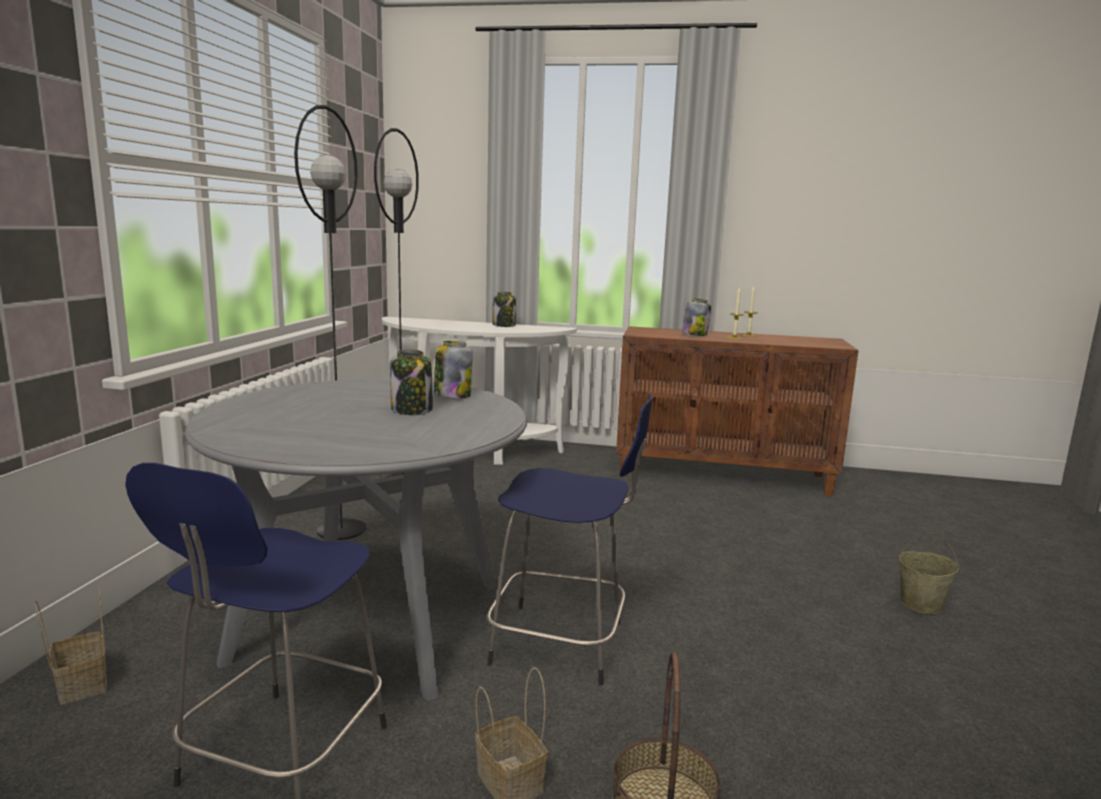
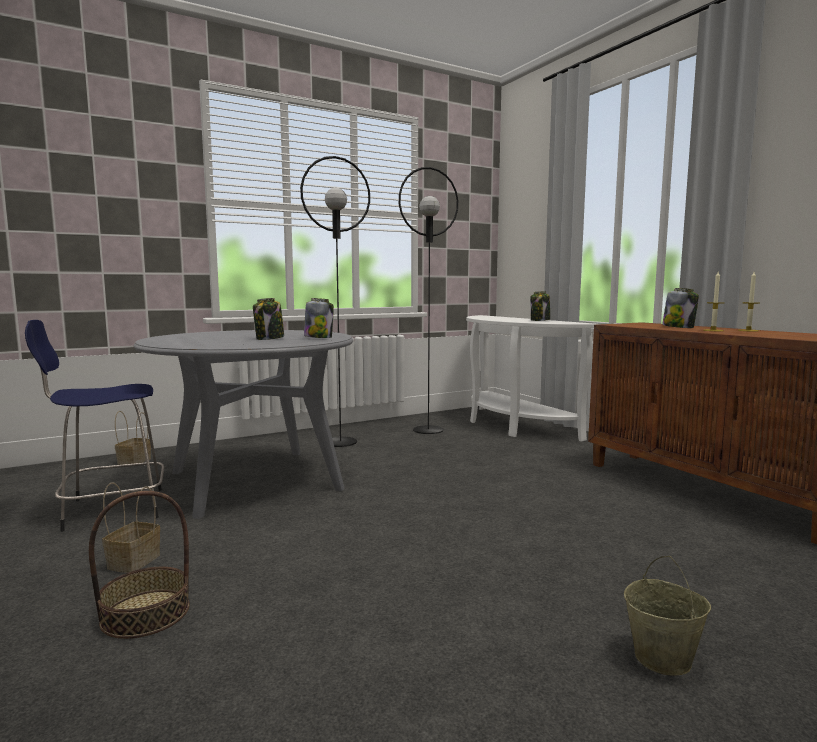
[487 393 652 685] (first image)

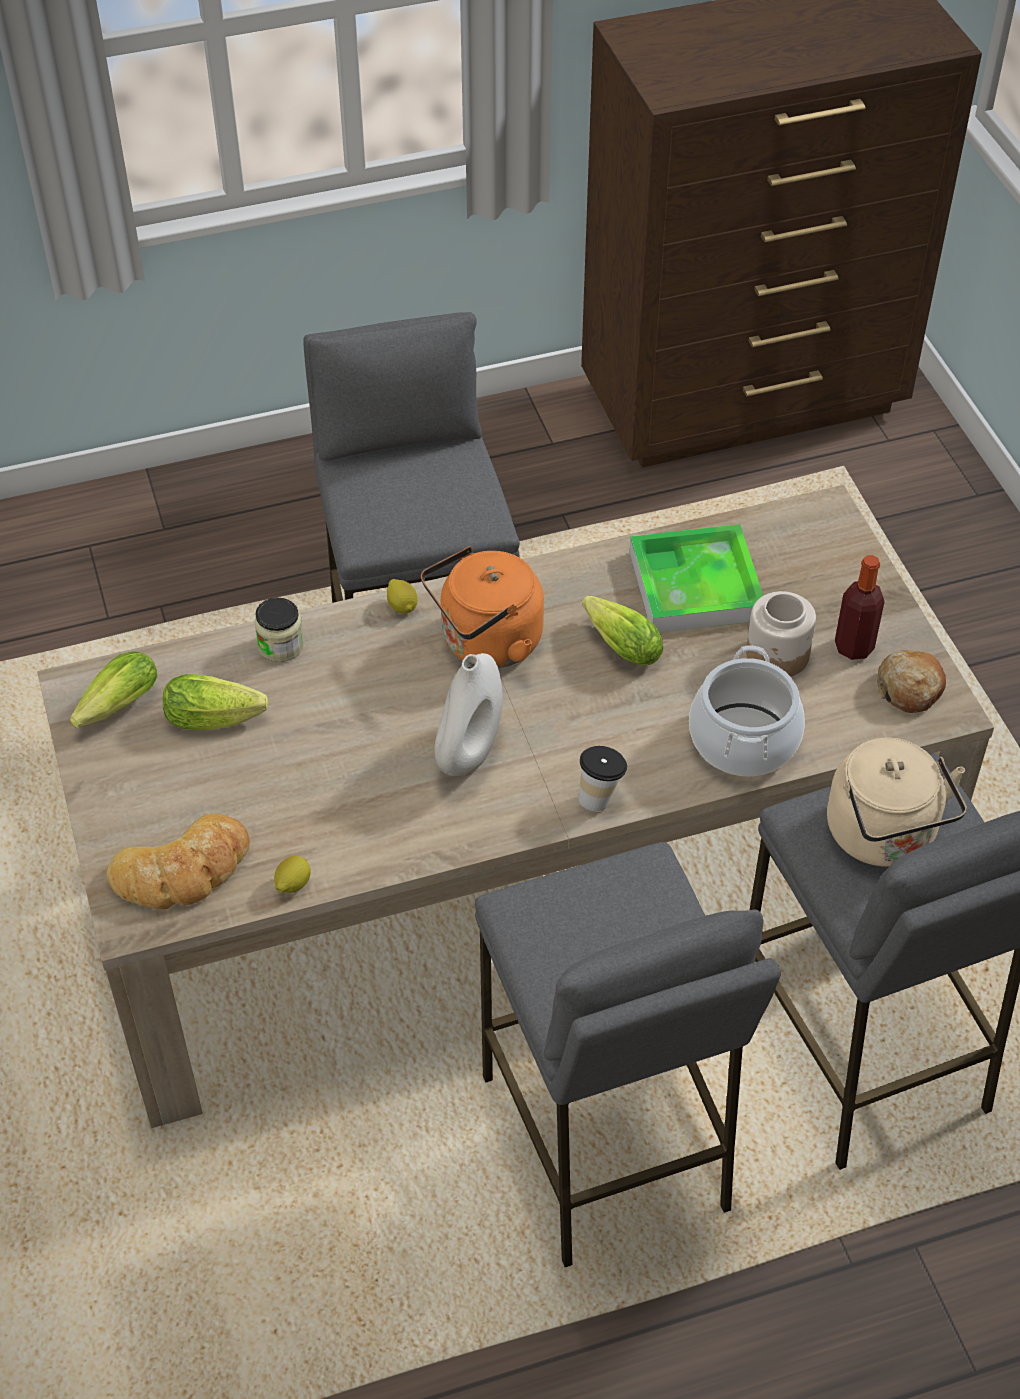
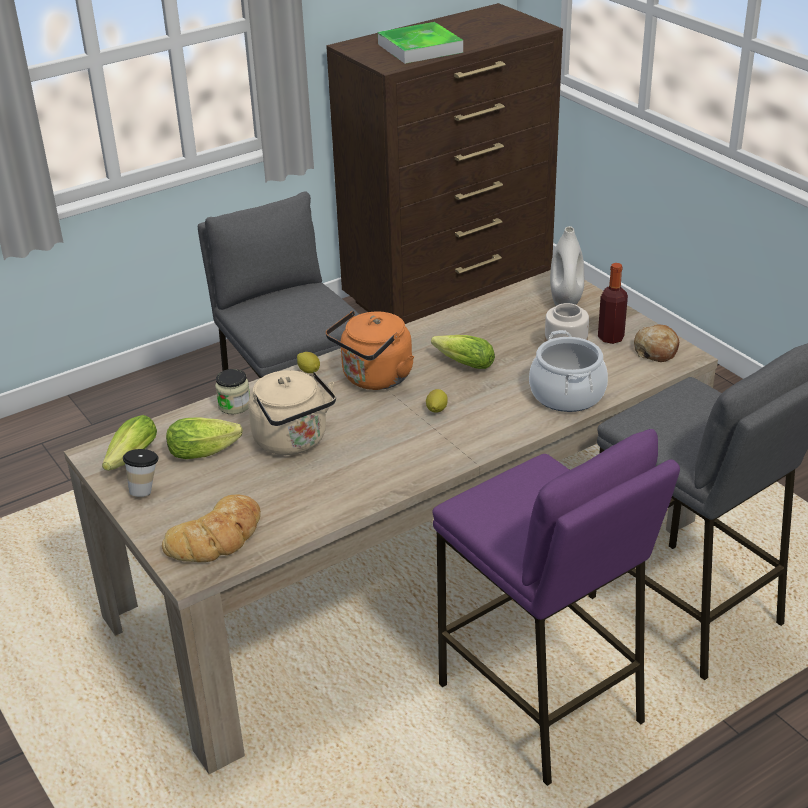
[378 22 463 64]
[550 226 584 306]
[248 370 336 455]
[123 449 158 497]
[432 429 680 786]
[426 389 448 413]

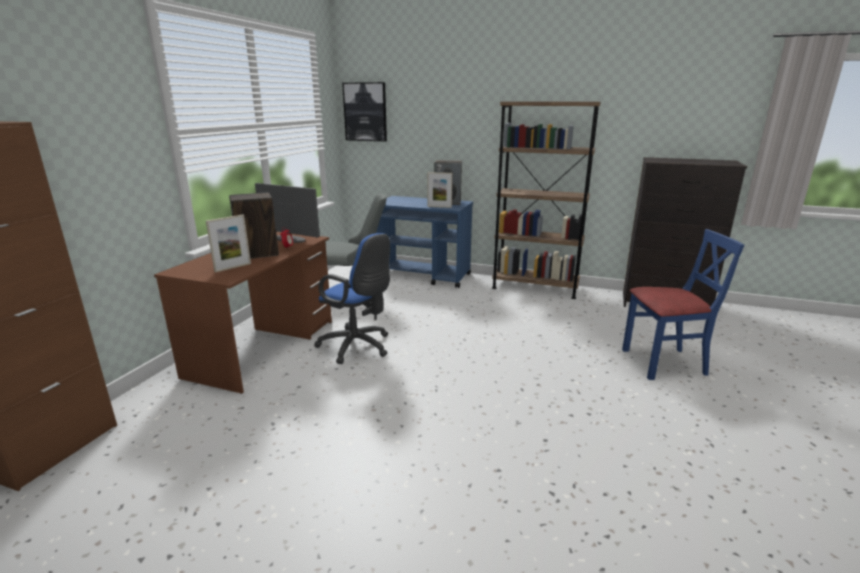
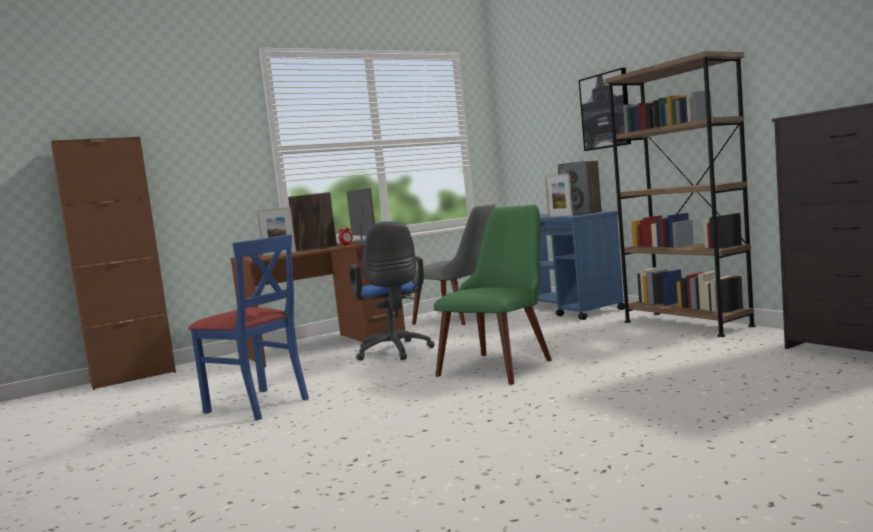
[579 68 631 151]
[188 234 309 420]
[434 205 552 385]

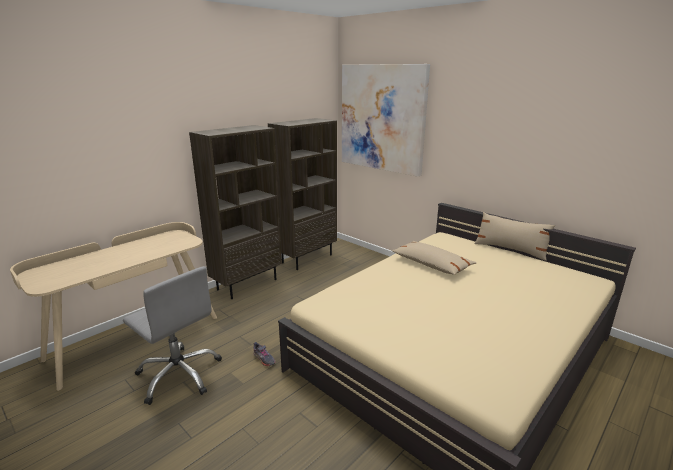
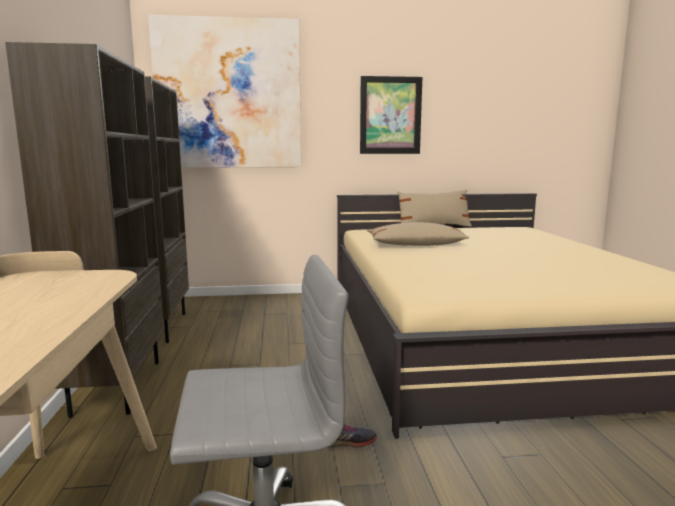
[360 76 422 154]

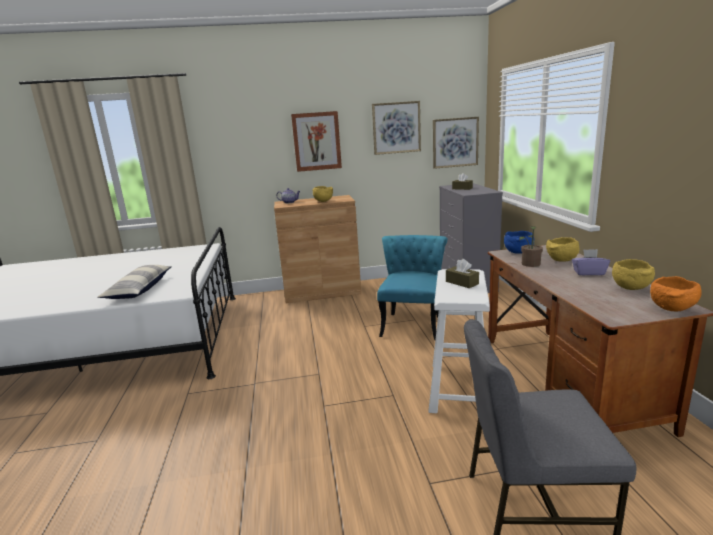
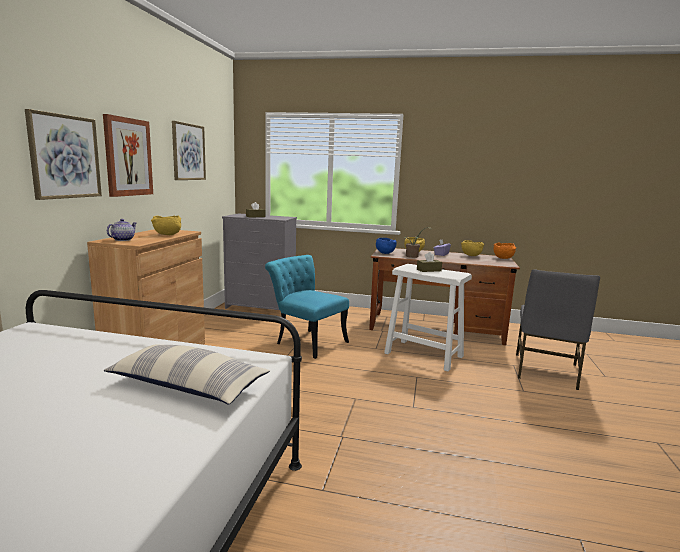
[25 109 102 200]

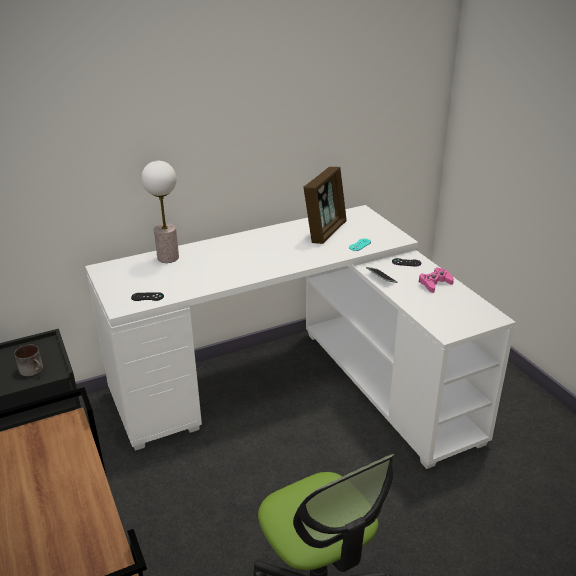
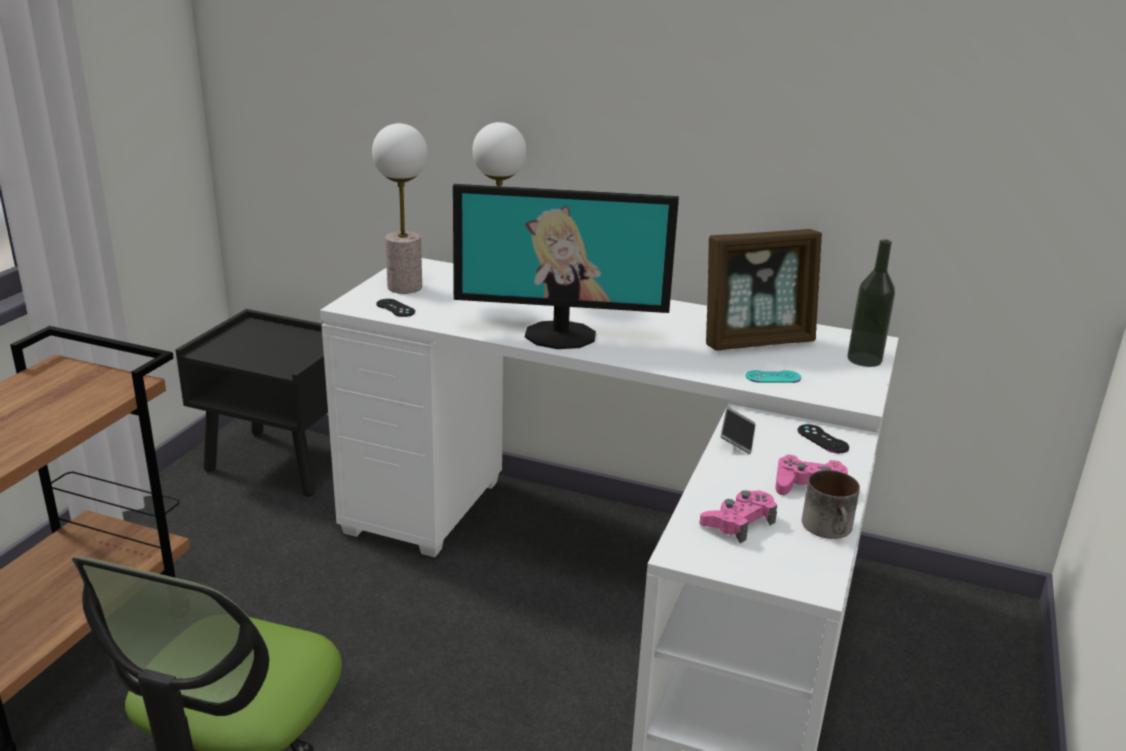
[802 470 860 539]
[372 123 428 294]
[453 184 679 349]
[848 239 895 367]
[699 490 777 543]

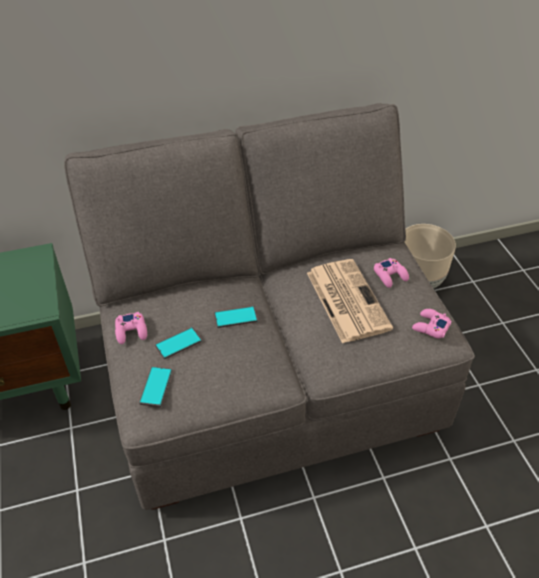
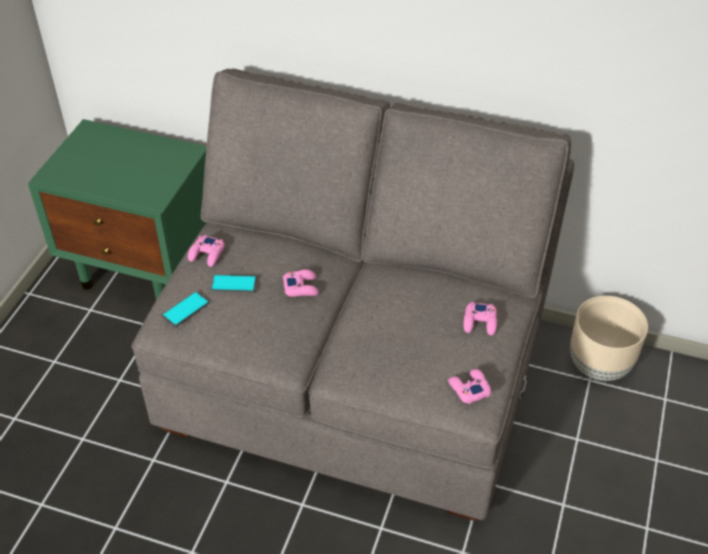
[307 259 393 344] (first image)
[283 269 319 297]

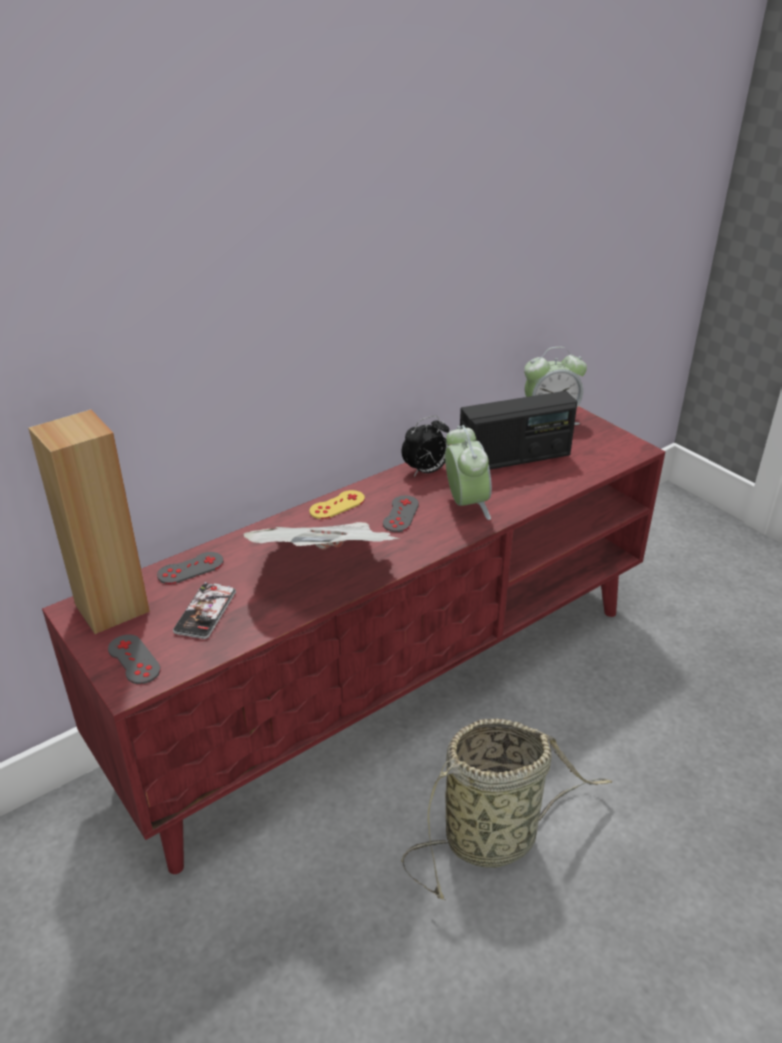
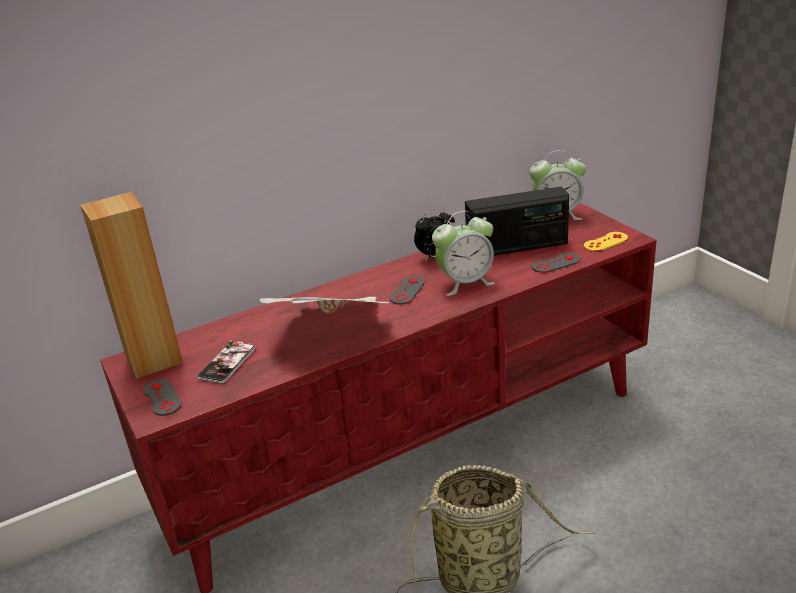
[432 211 495 296]
[584 232 628 252]
[532 253 580 273]

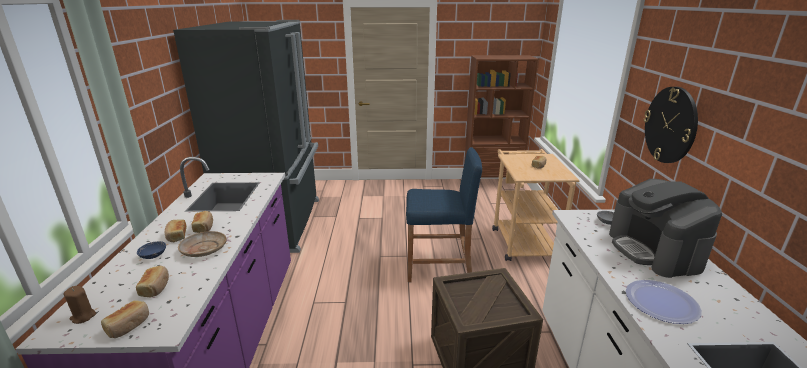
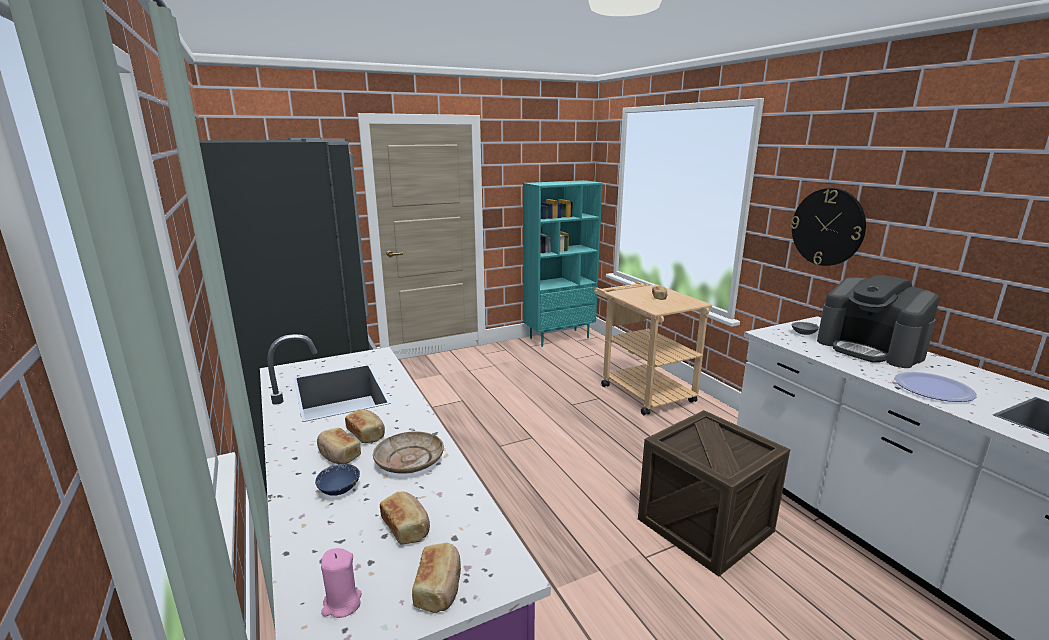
[523 180 603 347]
[406 147 482 282] (first image)
[321 548 362 618]

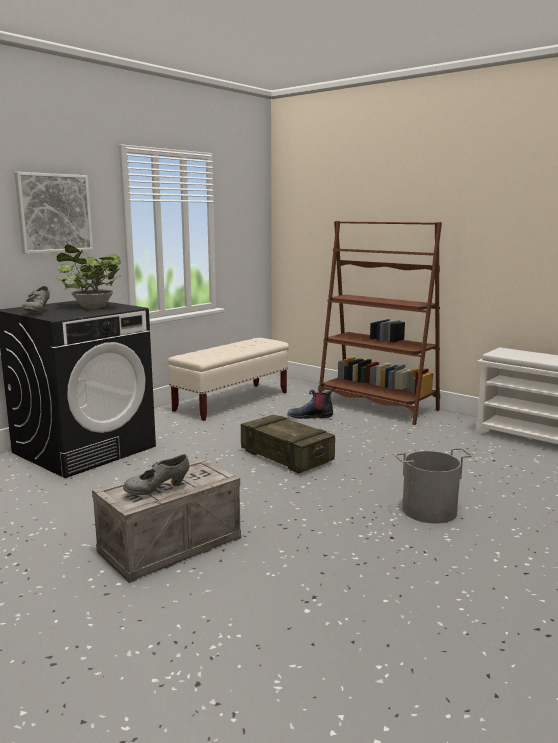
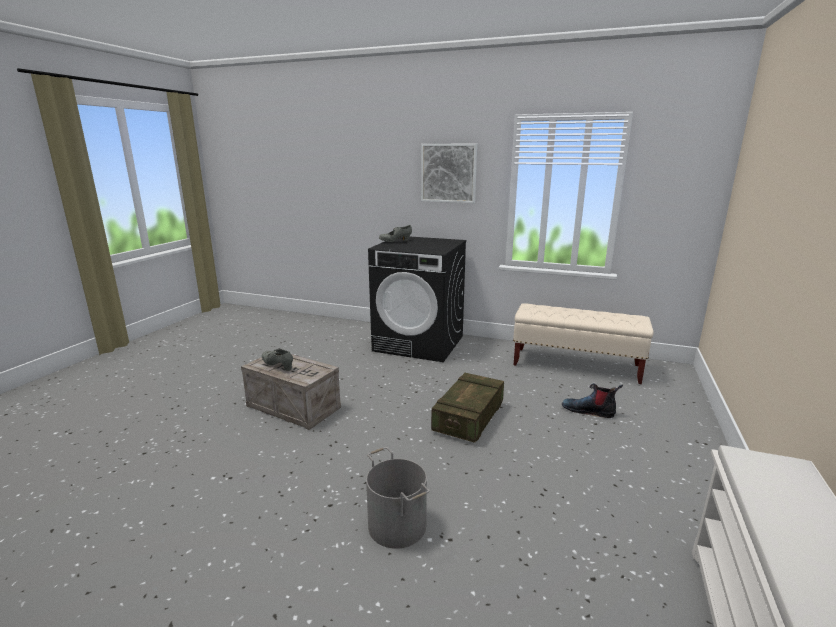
[318 221 442 425] (first image)
[55 244 121 309] (first image)
[562 383 623 418]

